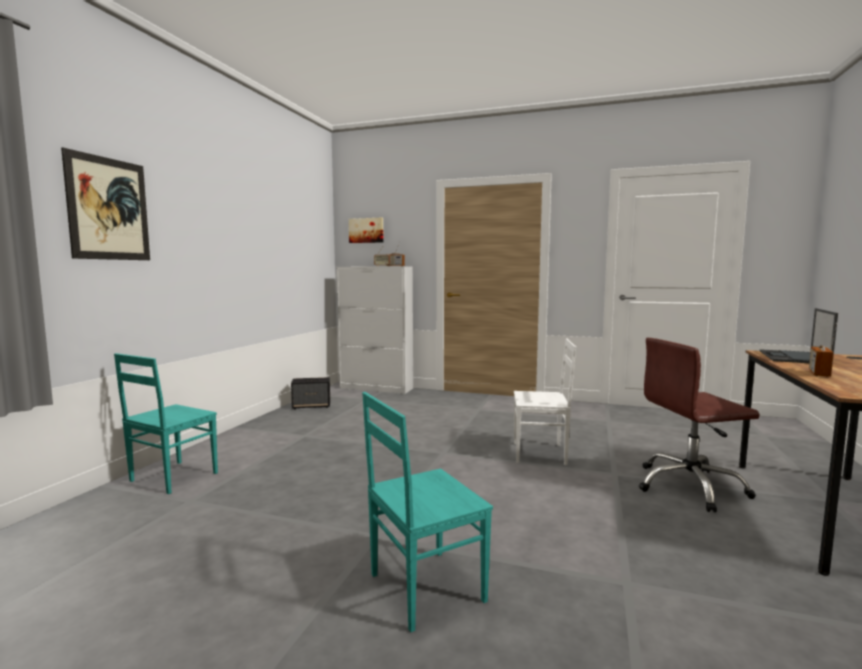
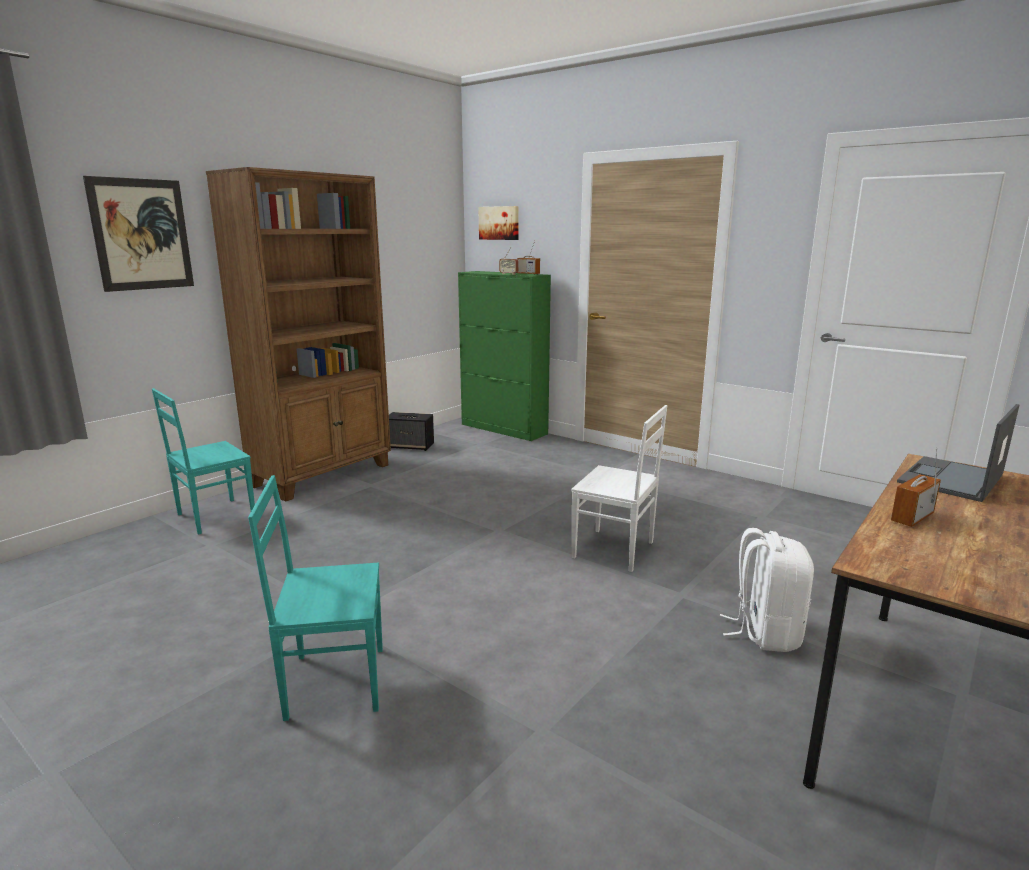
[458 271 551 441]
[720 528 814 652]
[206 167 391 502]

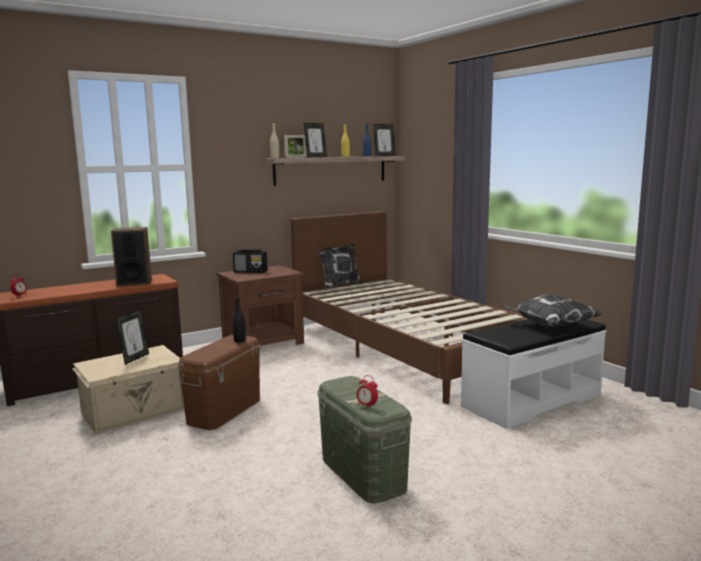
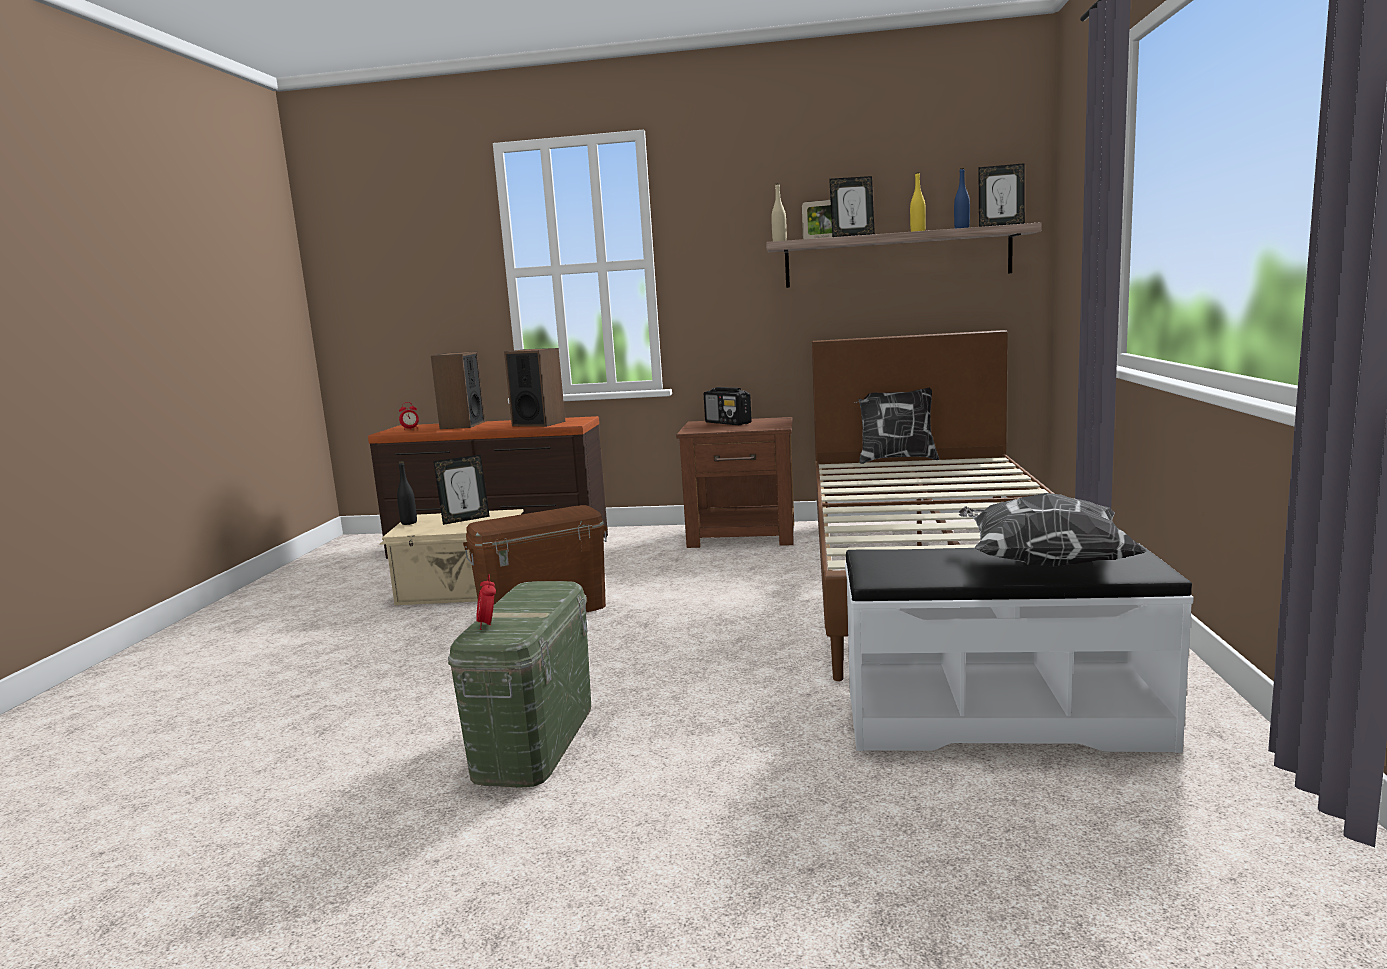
[397 462 417 525]
[431 351 485 429]

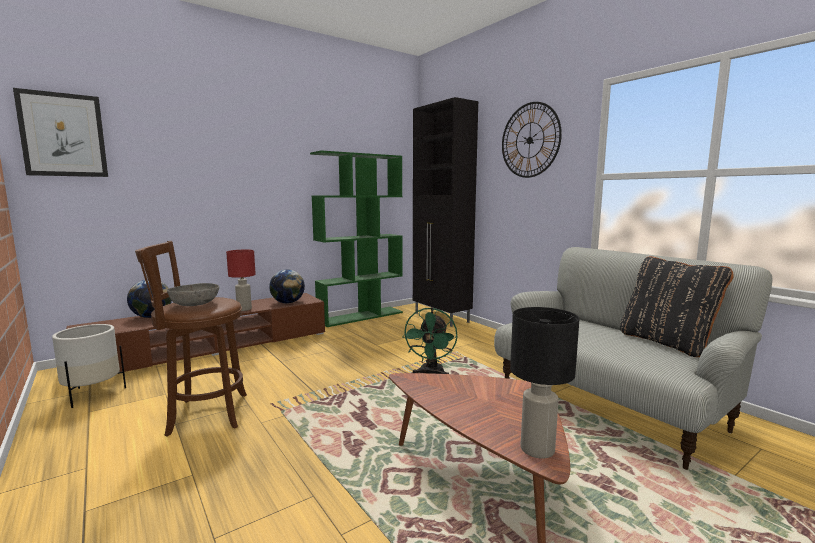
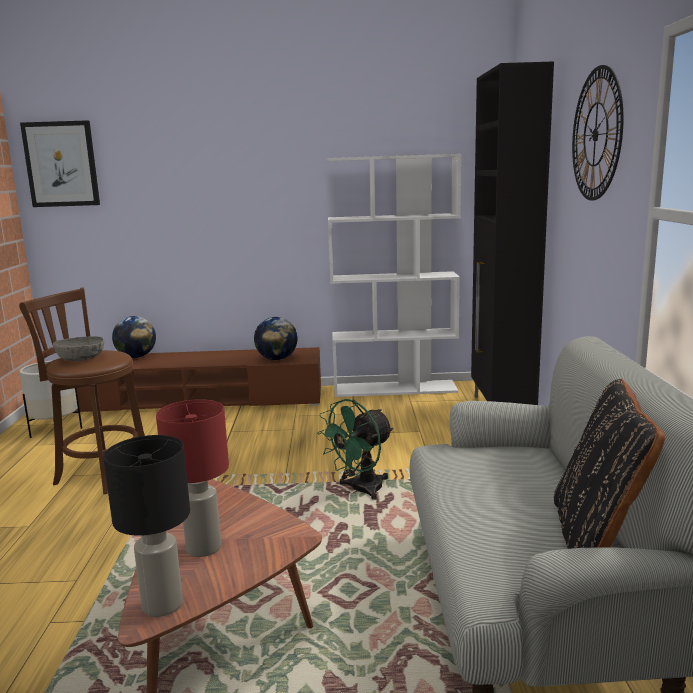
[325 154 461 397]
[156 399 229 557]

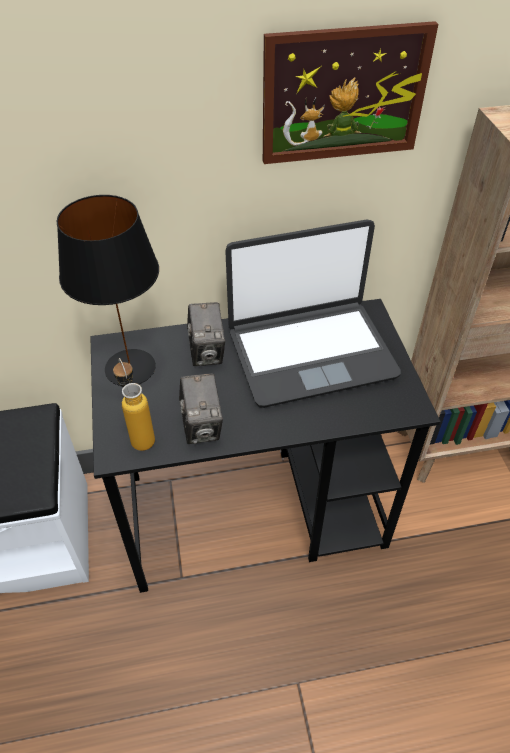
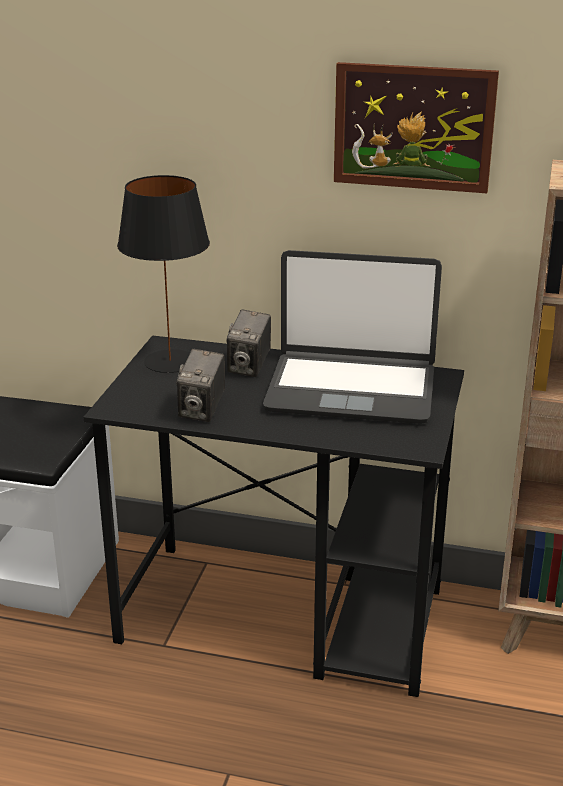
[113 358 155 451] (first image)

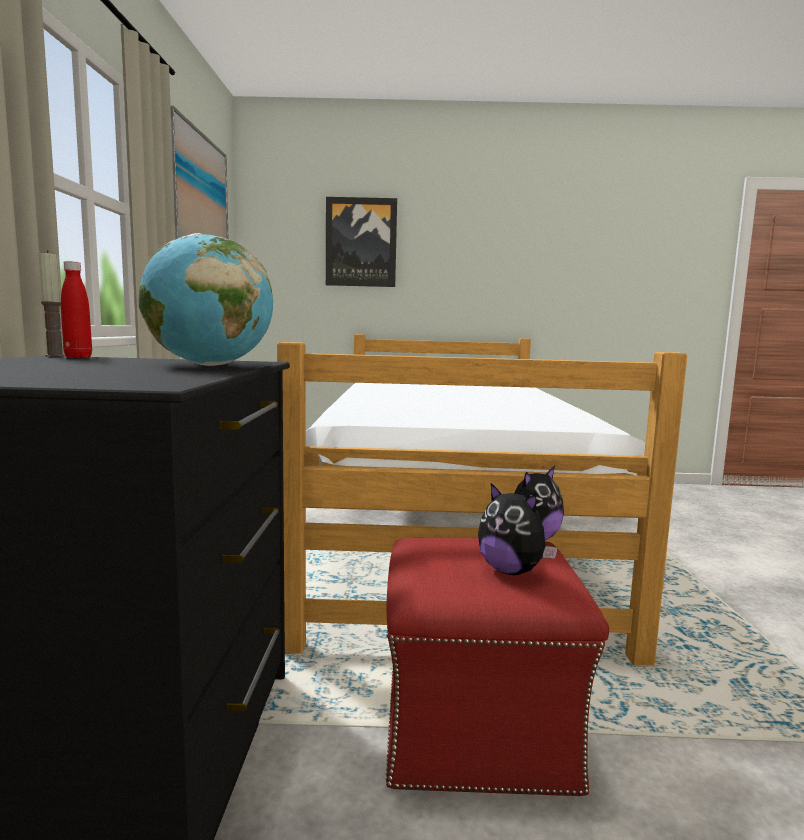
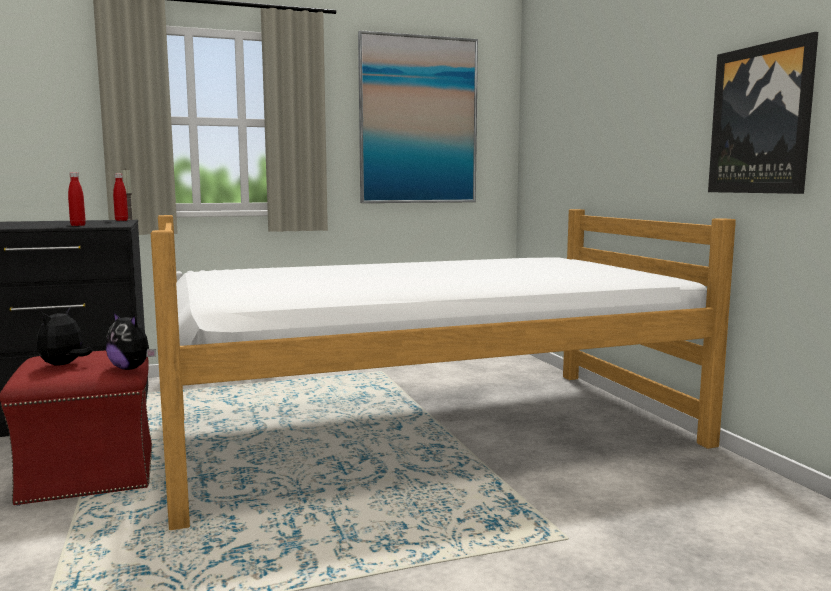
[708 32 818 194]
[68 172 86 226]

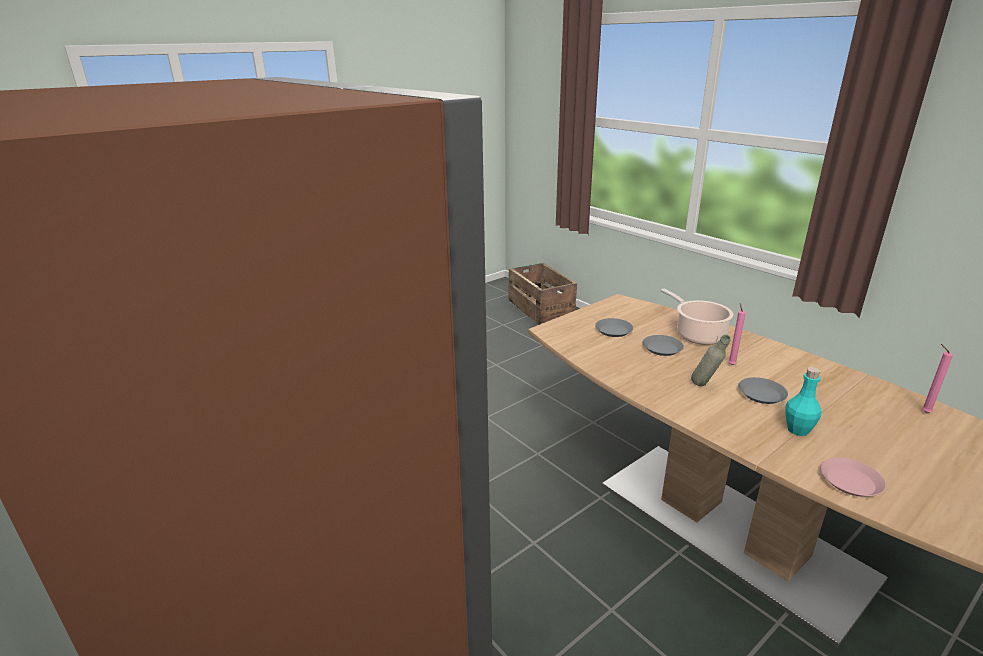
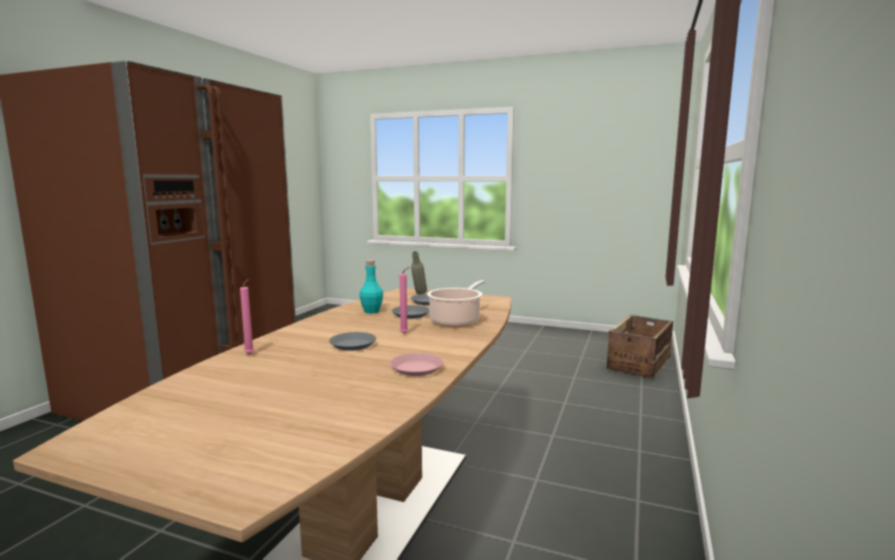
[411 251 427 294]
[240 279 254 355]
[359 260 383 313]
[390 353 443 376]

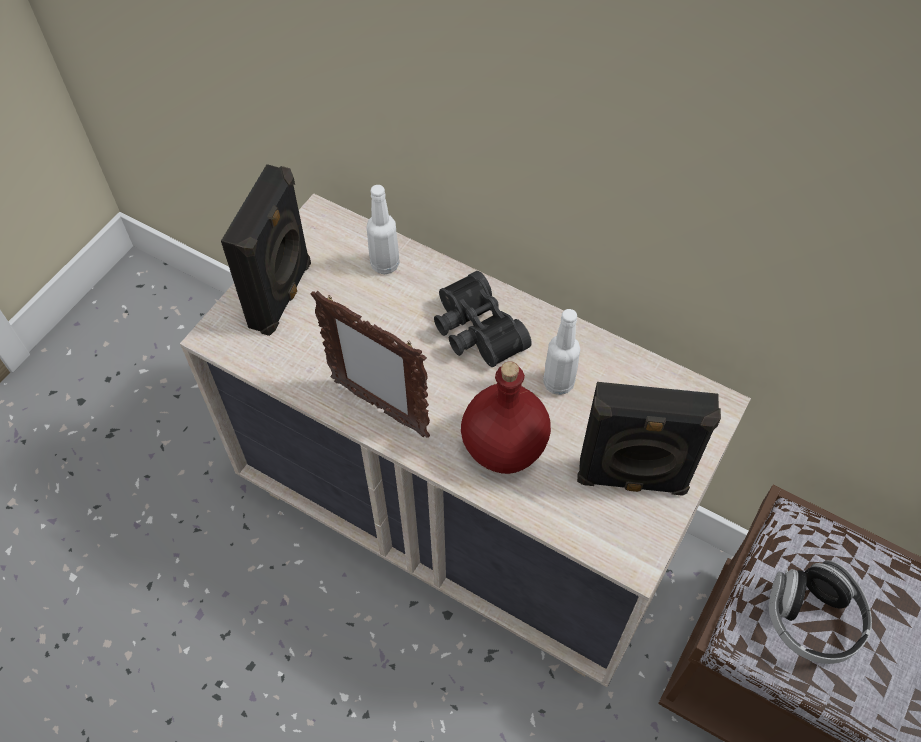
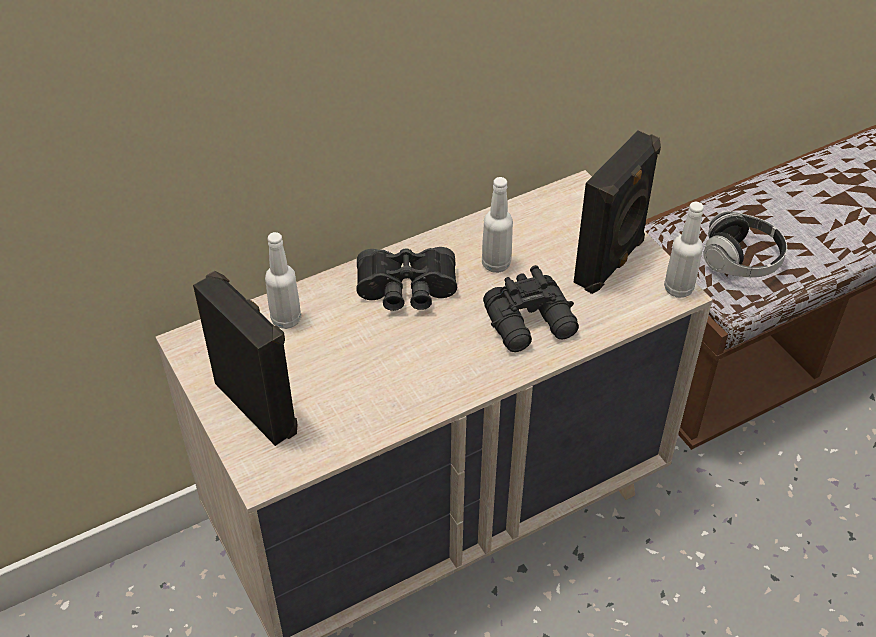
[311 291 430 438] (first image)
[483 265 579 352]
[664 202 704 298]

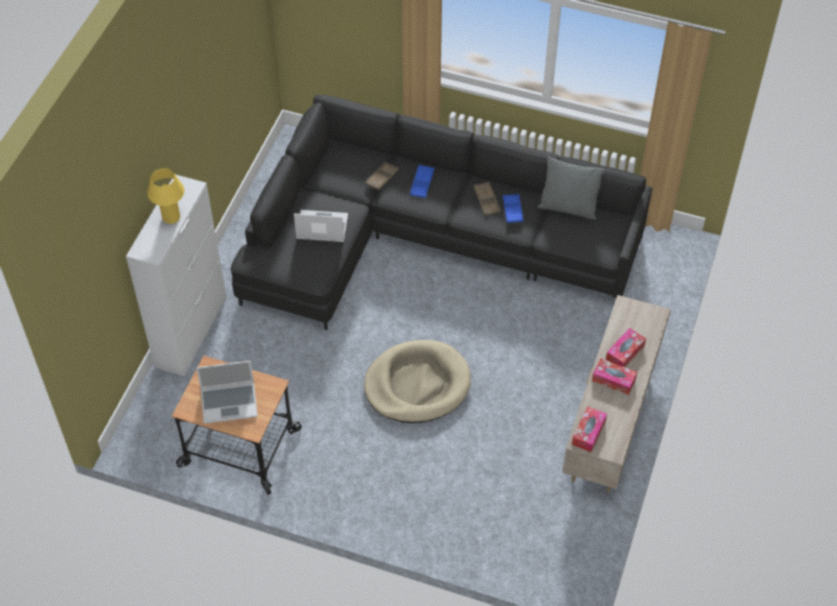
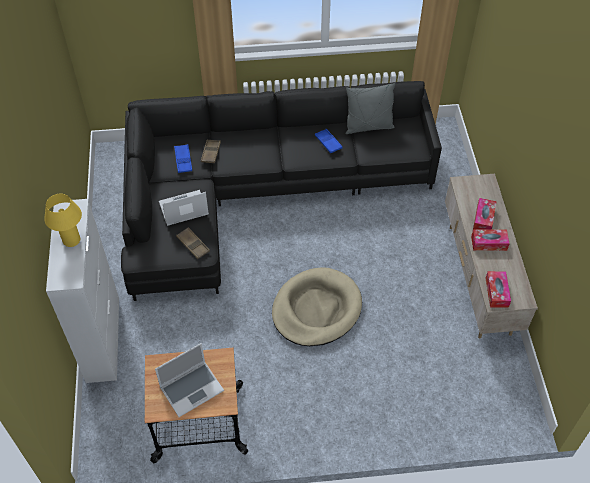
[174 144 192 173]
[176 227 210 259]

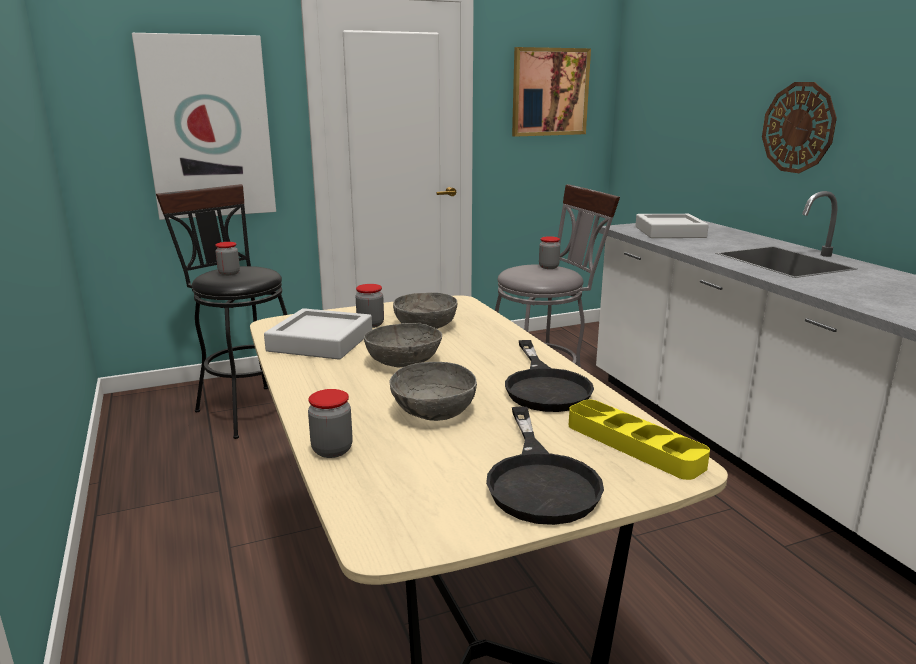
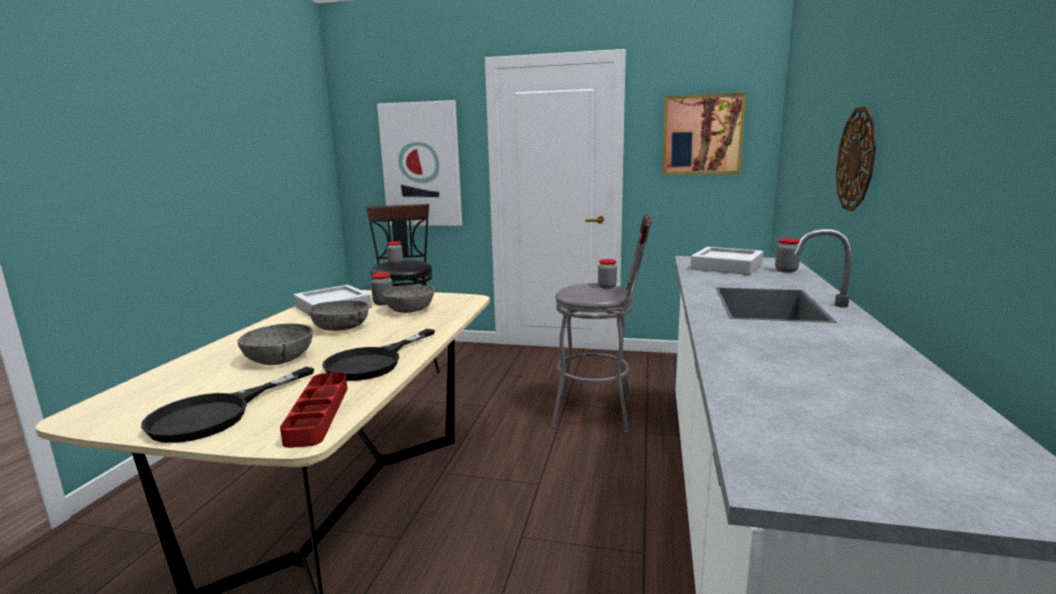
[775 238 800 272]
[280 373 348 448]

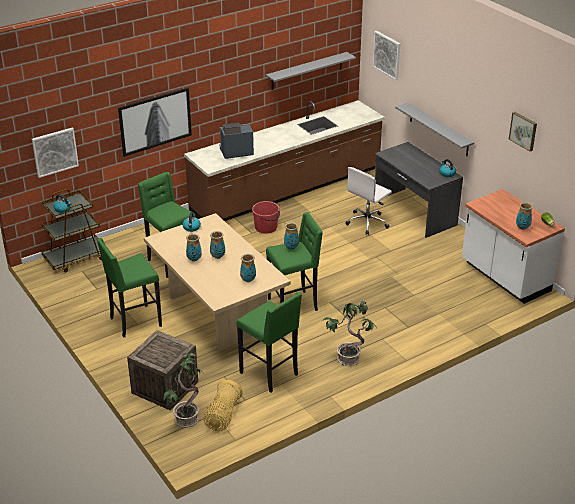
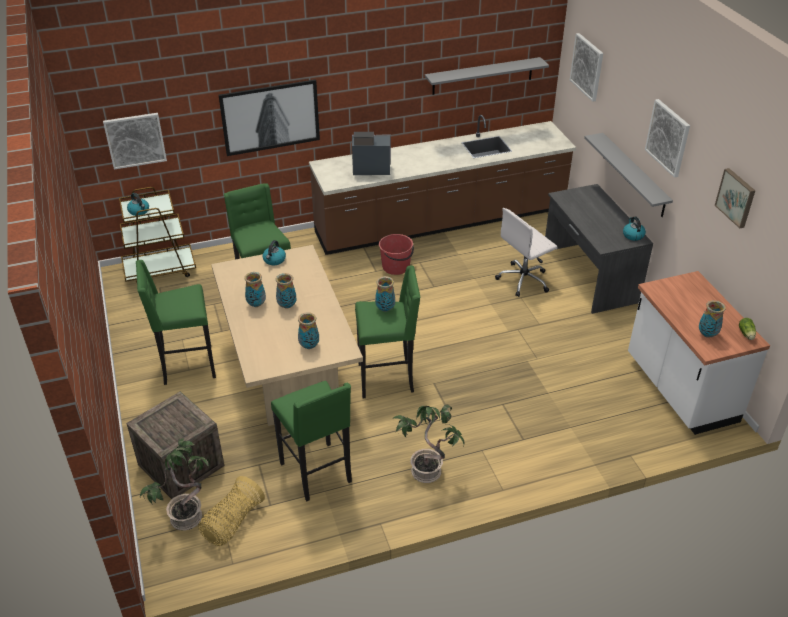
[645 99 690 178]

